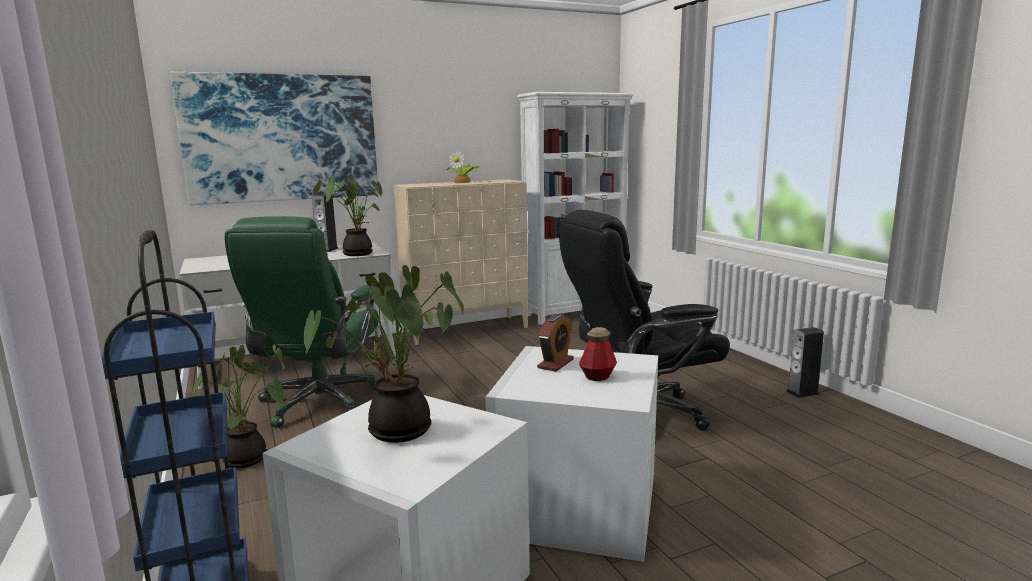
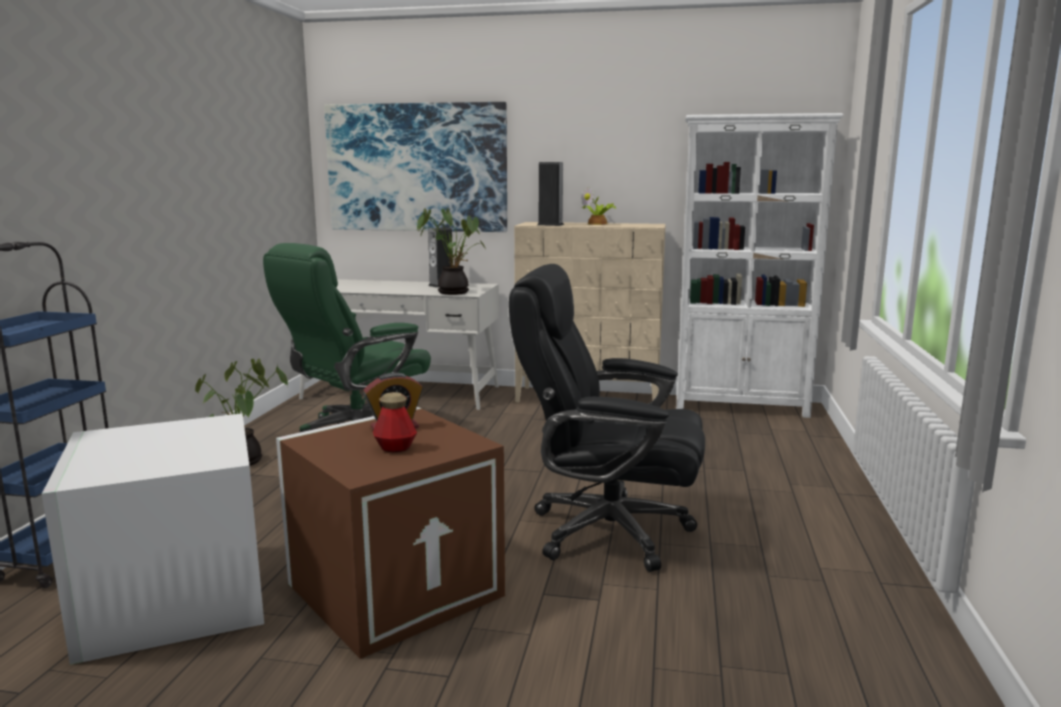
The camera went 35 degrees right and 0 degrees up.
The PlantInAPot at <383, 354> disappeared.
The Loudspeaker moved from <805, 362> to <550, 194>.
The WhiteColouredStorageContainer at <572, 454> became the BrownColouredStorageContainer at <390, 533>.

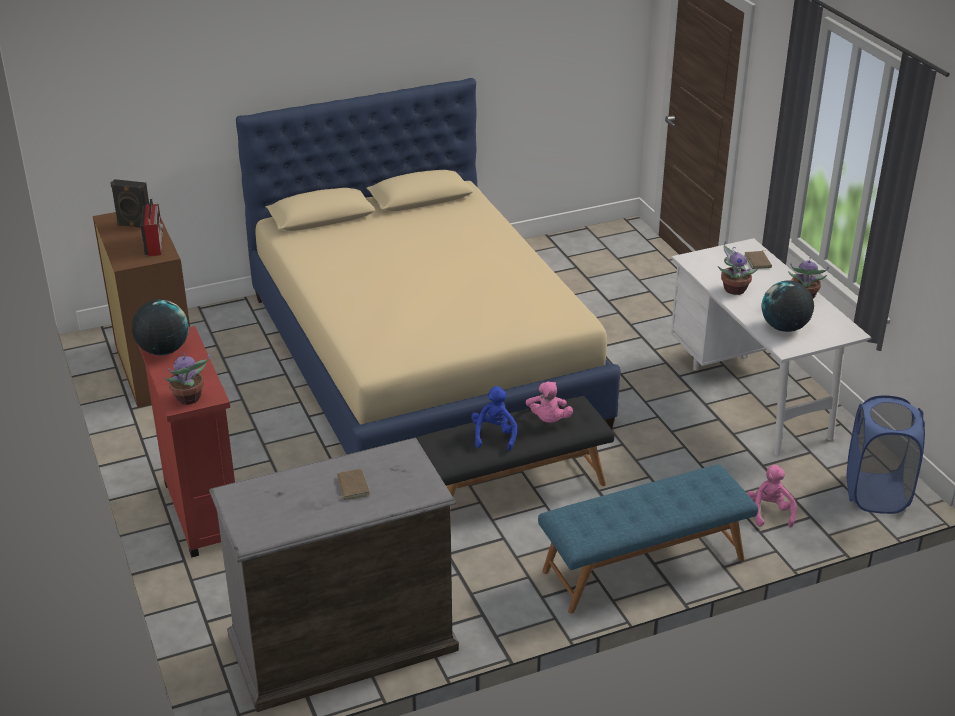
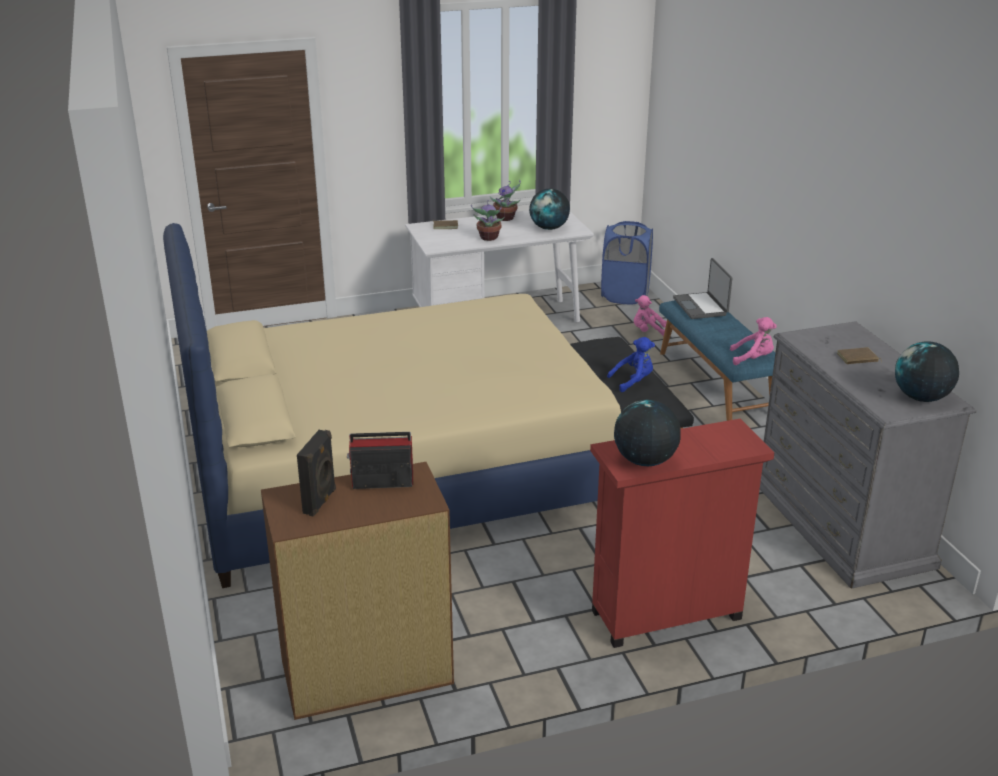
The camera went 85 degrees left and 5 degrees down.
The PlantInAPot at <186, 379> disappeared.
The PinkPlushToy moved from <549, 402> to <753, 341>.
The BluePlushToy at <494, 418> turned 150 degrees clockwise.
The PortableComputer at <702, 288> appeared.
The WorldGlobe at <927, 371> appeared.

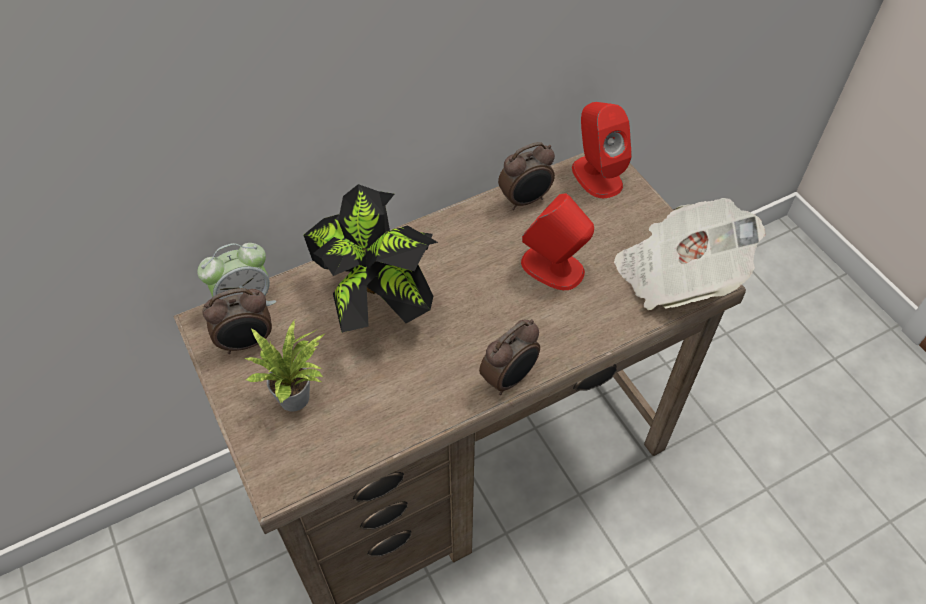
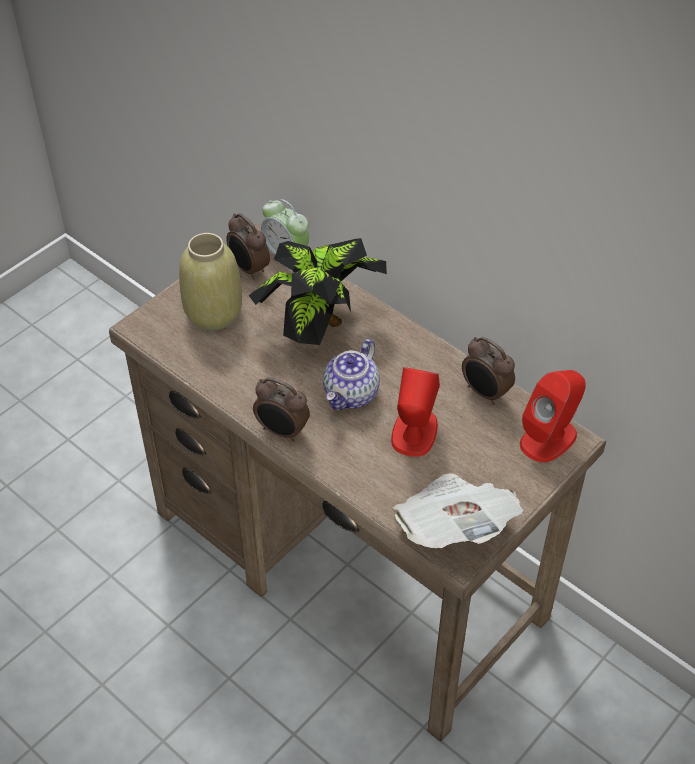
The camera went 70 degrees right and 5 degrees down.
The PlantInAPot at <284, 366> was replaced by the BeigeVase at <210, 281>.
The Teapot at <351, 374> appeared.

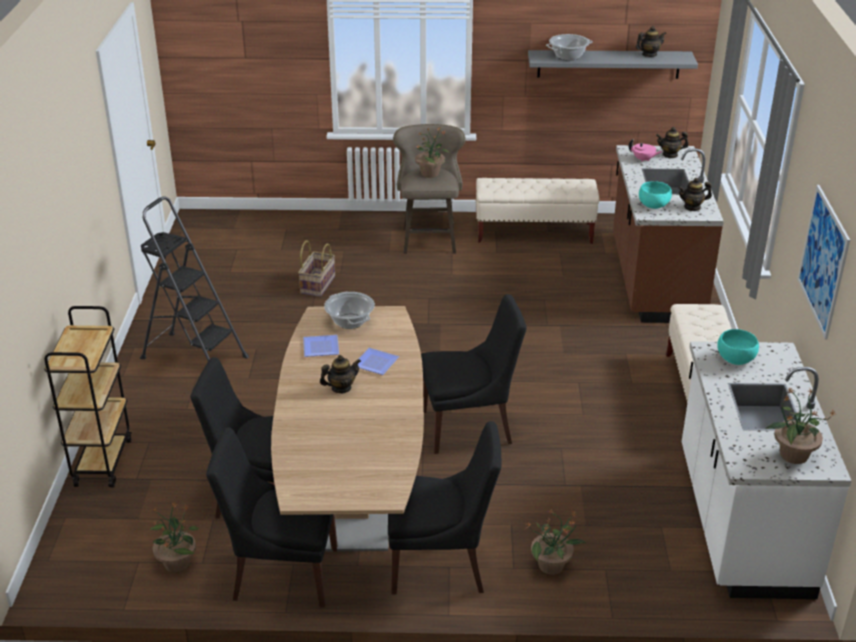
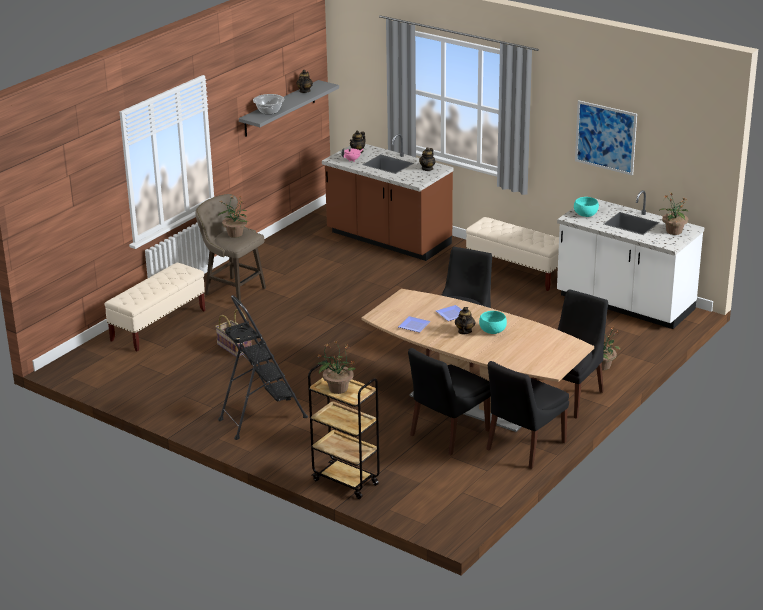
The camera went 55 degrees left and 5 degrees down.
The BeigeIndoorBench moved from <537, 211> to <154, 307>.
The TurquoiseColouredBowl moved from <655, 195> to <493, 322>.
The Stockpot at <349, 310> disappeared.
The PlantInAPot moved from <174, 537> to <336, 367>.

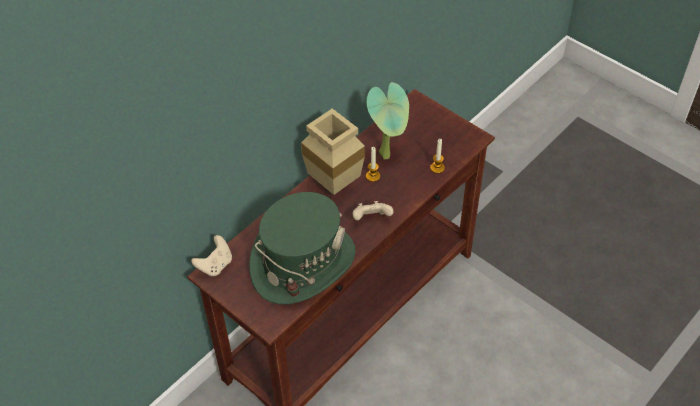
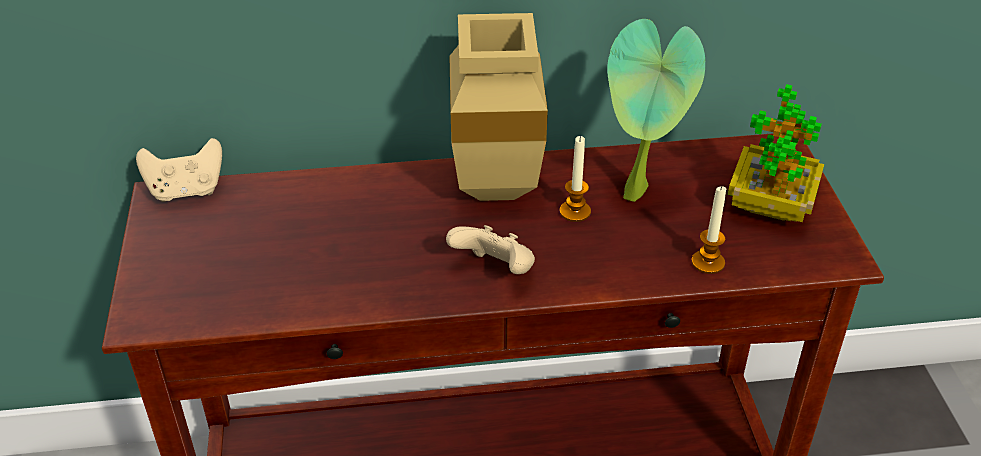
The camera went 40 degrees right and 10 degrees down.
The GreenColouredClothingHat at <302, 248> disappeared.
The PlantInAPot at <776, 153> appeared.

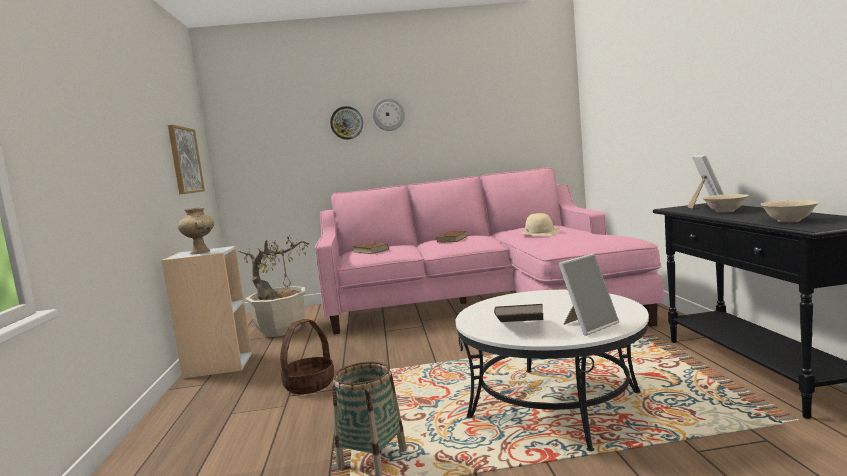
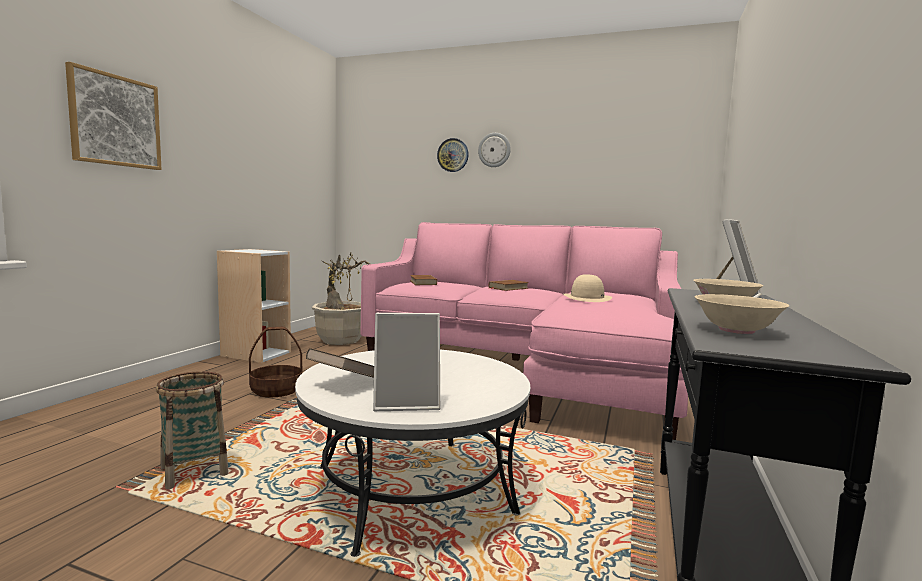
The camera went 25 degrees right and 0 degrees up.
The WallArt moved from <186, 160> to <113, 116>.
The BeigeVase at <196, 231> disappeared.

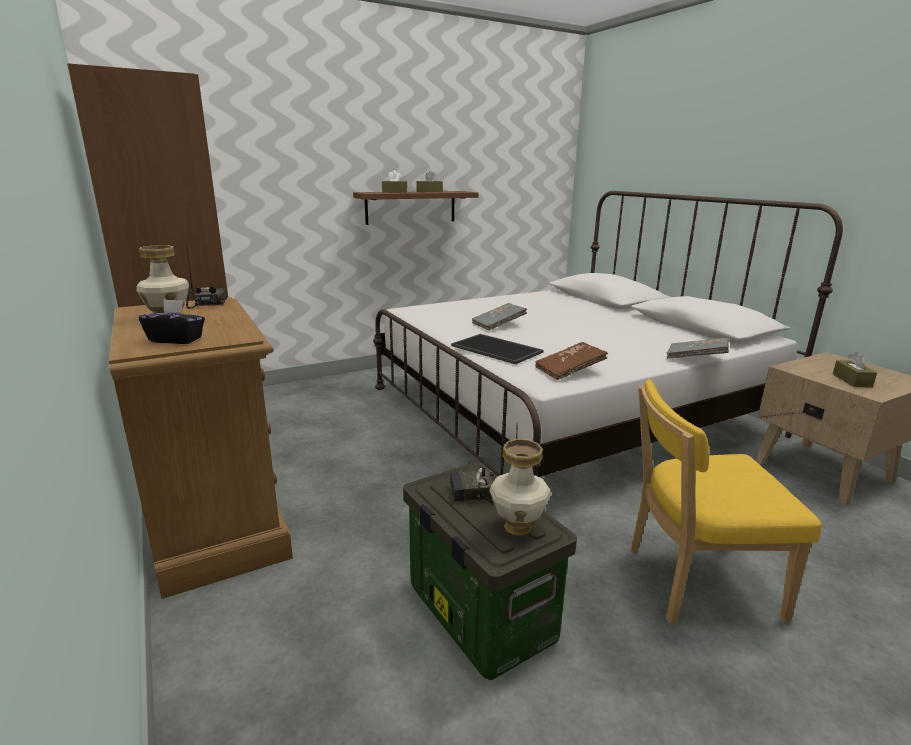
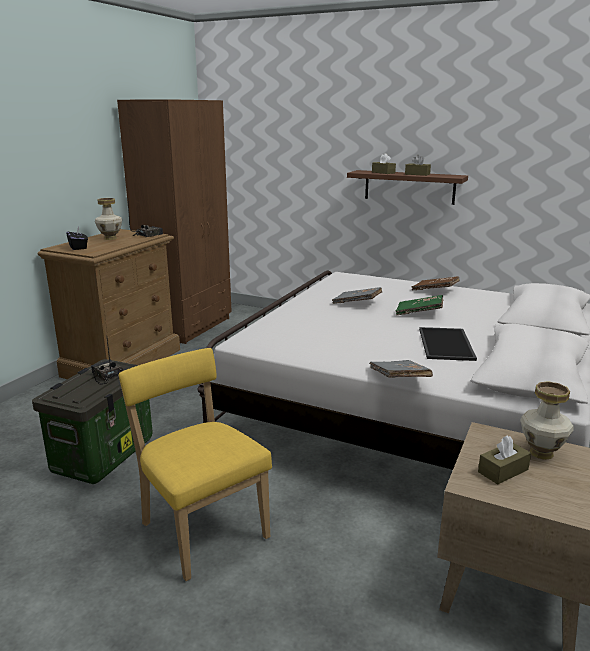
The camera went 55 degrees right and 0 degrees up.
The CarryingTray moved from <497, 349> to <448, 344>.
The BrownColouredBook moved from <571, 361> to <436, 283>.
The Vase moved from <520, 487> to <546, 420>.
The GreenColouredBook at <419, 305> appeared.

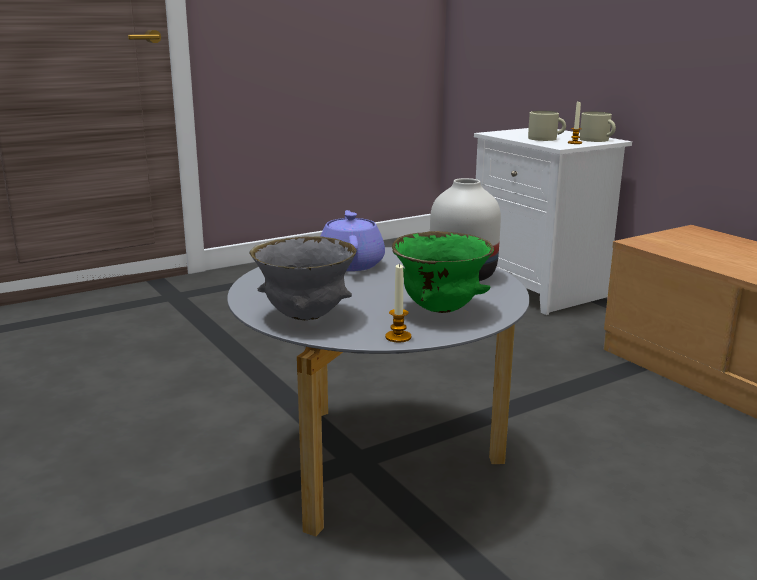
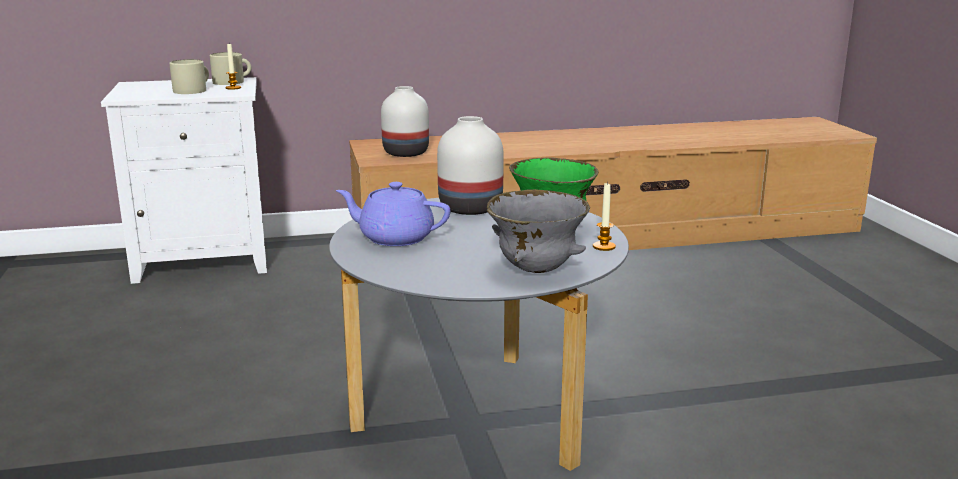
The camera went 70 degrees left and 0 degrees up.
The WhiteColouredVase at <405, 121> appeared.

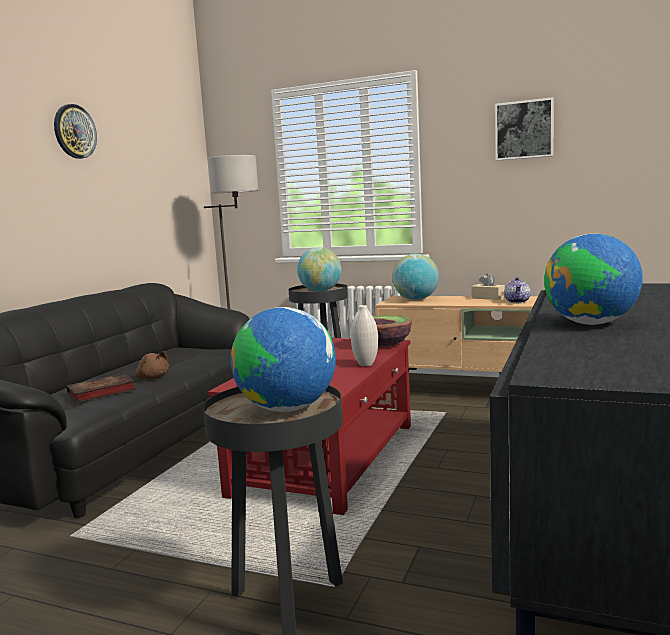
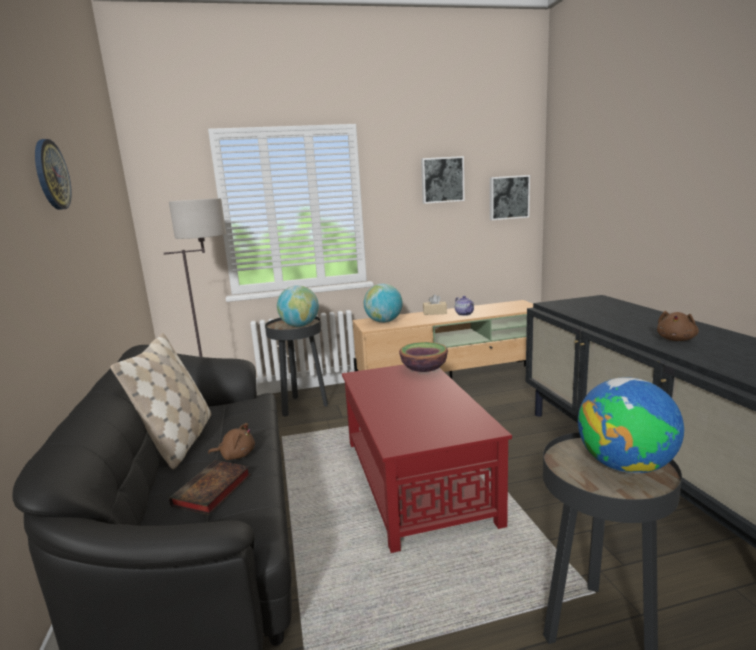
The camera went 35 degrees left and 5 degrees up.
The WorldGlobe at <593, 279> was replaced by the BrownColouredPlushToy at <678, 326>.
The WhiteColouredVase at <364, 335> disappeared.
The WallArt at <510, 197> appeared.
The BeigeThrowPillow at <161, 401> appeared.

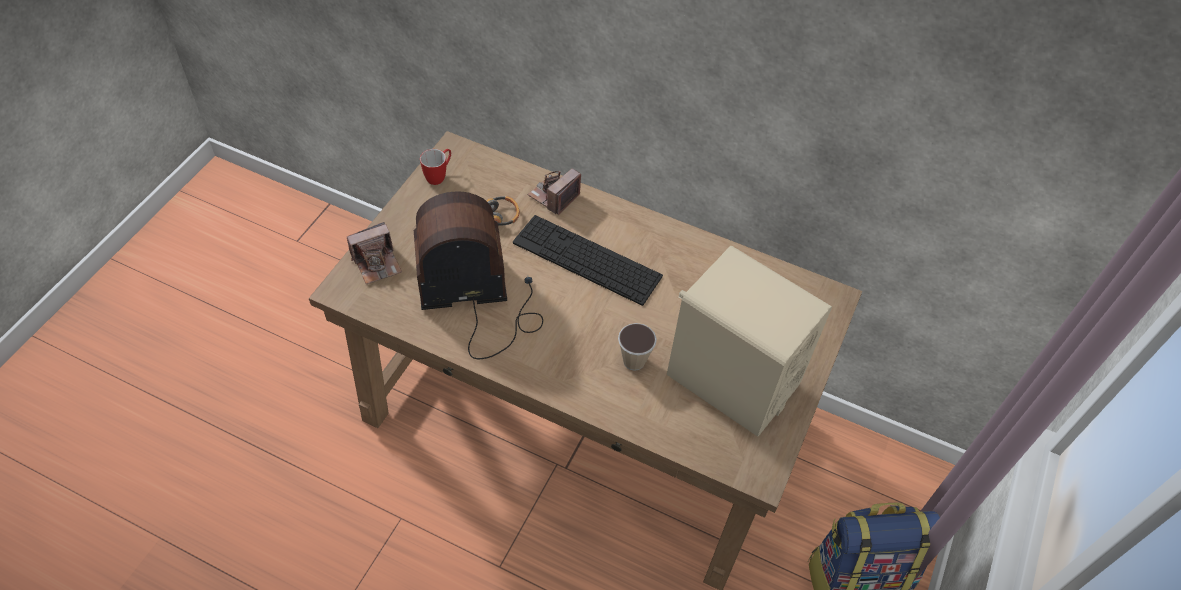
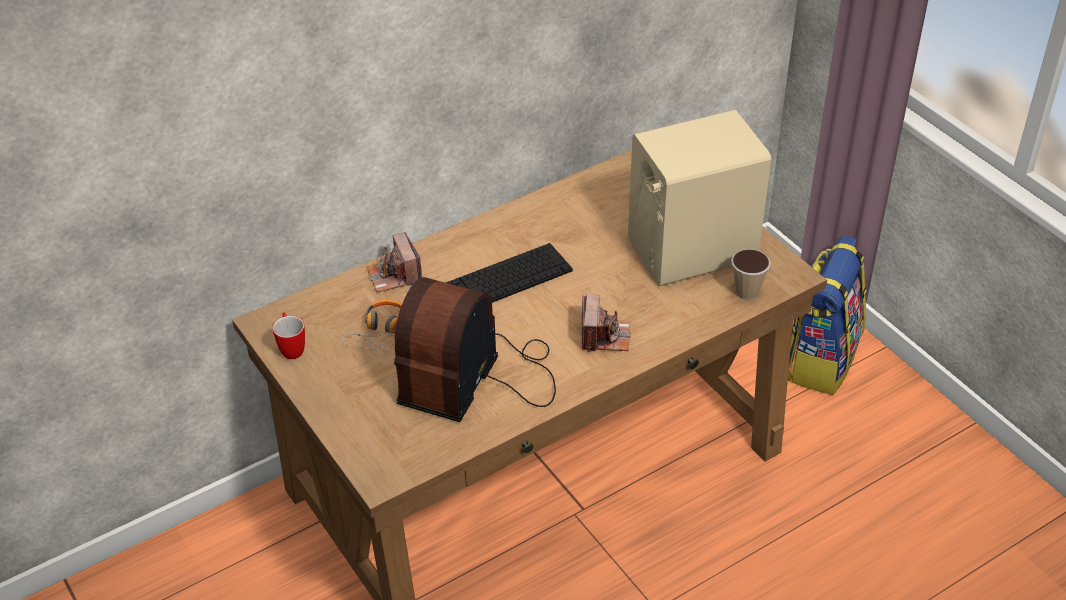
The camera went 55 degrees left and 10 degrees down.
The PhotoCamera moved from <374, 253> to <606, 323>.
The Cup moved from <637, 347> to <751, 274>.

